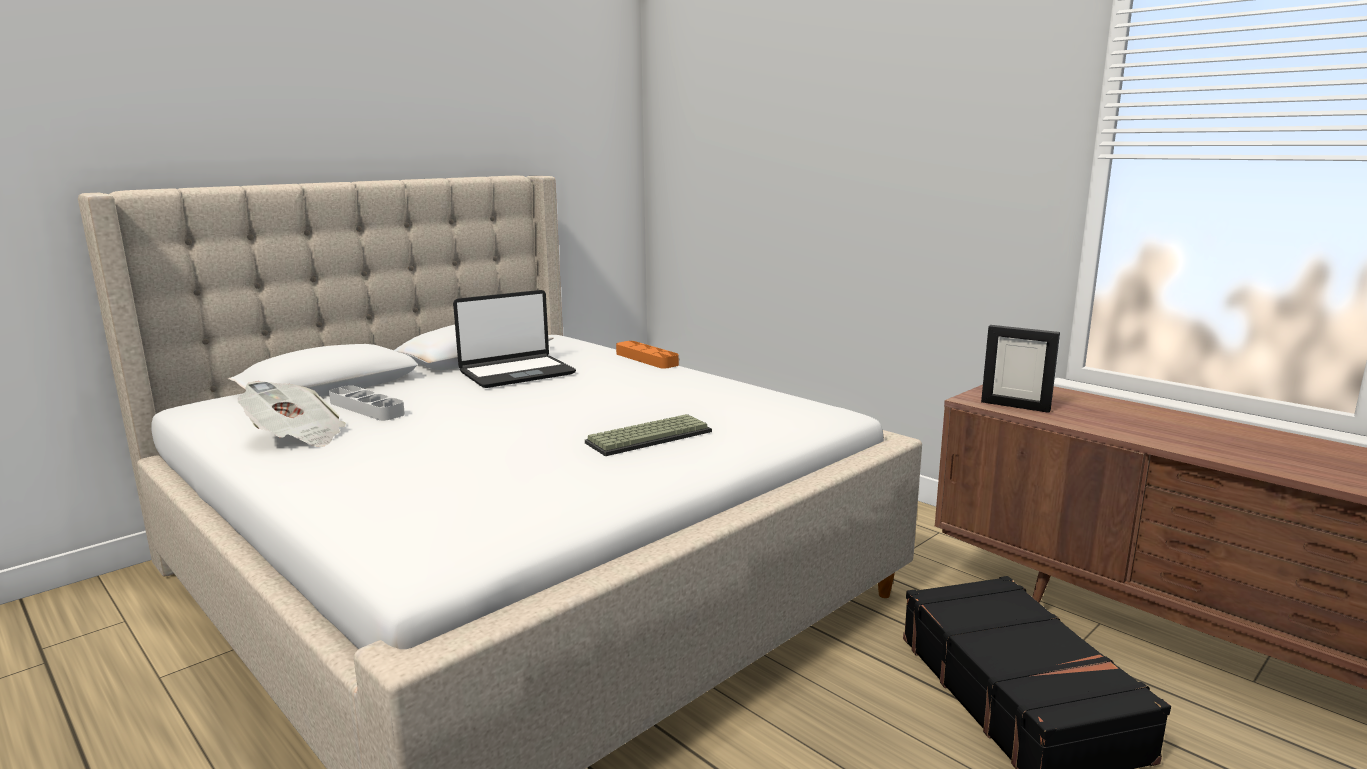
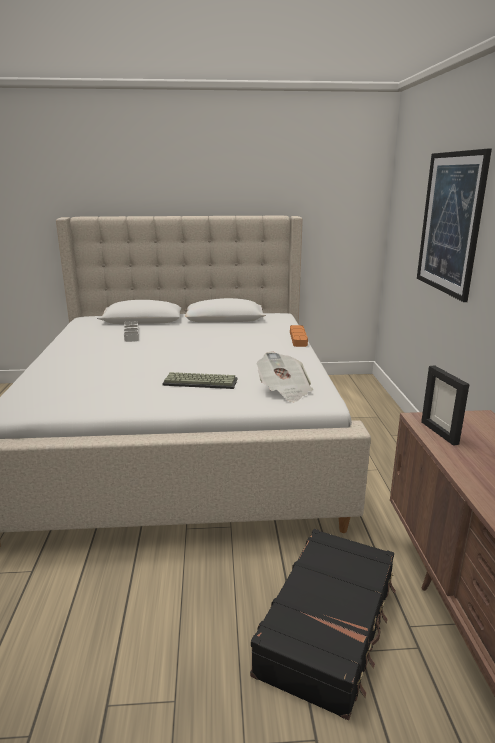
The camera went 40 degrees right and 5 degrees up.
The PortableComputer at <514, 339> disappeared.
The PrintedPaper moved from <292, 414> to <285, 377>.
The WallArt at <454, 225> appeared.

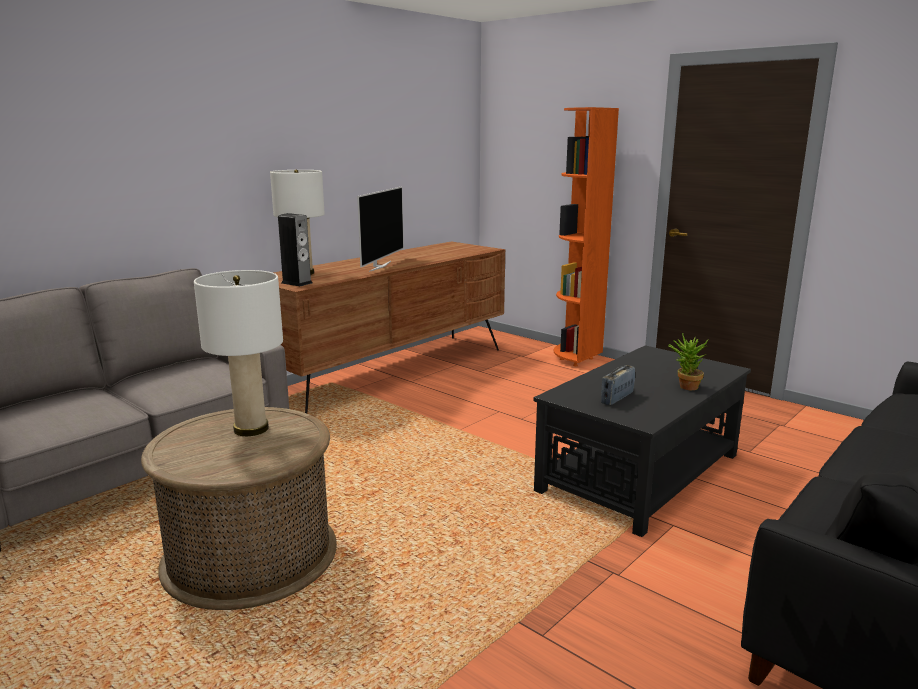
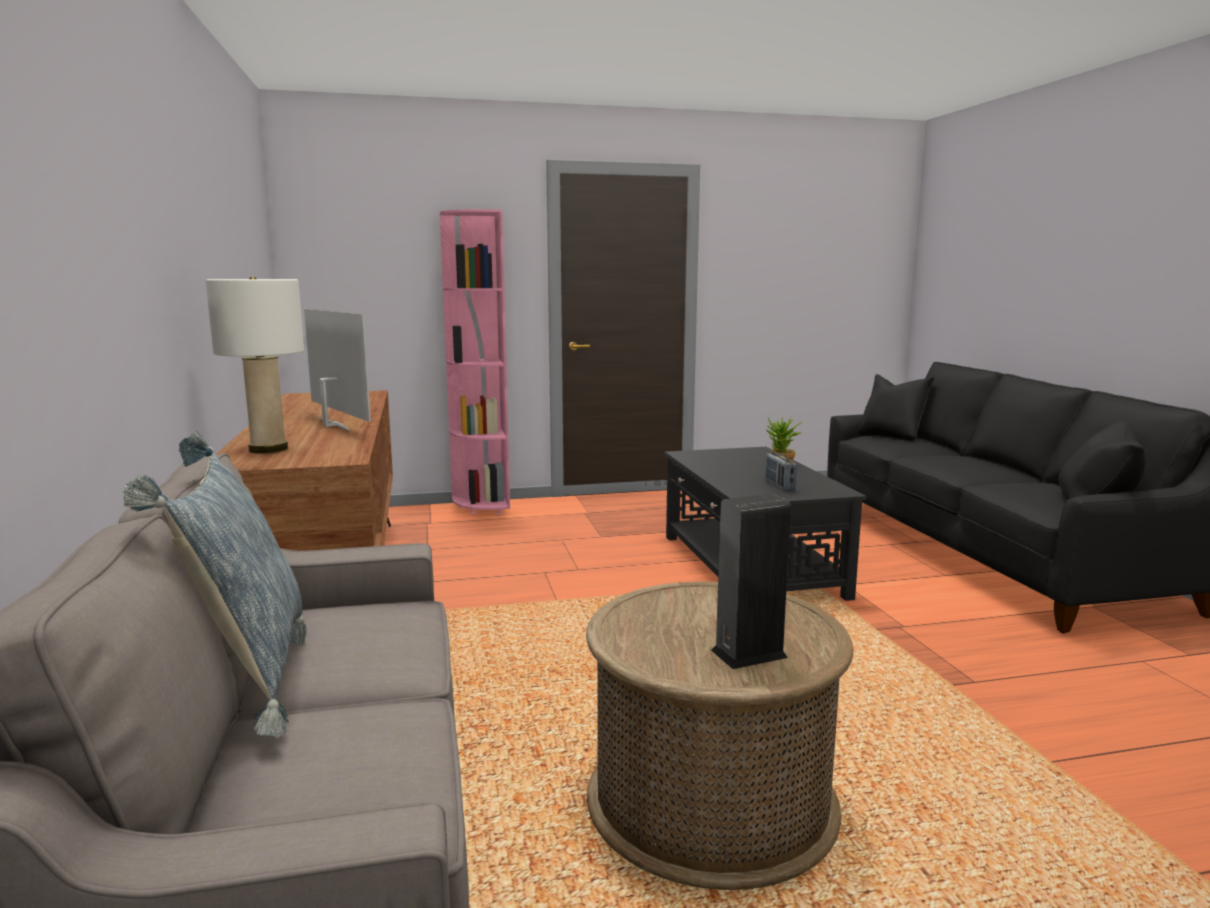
The camera went 55 degrees left and 5 degrees down.
The OrangeBookcase at <586, 236> became the PinkBookcase at <475, 362>.
The Loudspeaker moved from <295, 249> to <751, 581>.
The WhiteColouredLampForATable at <238, 353> disappeared.
The ThrowPillow at <215, 585> appeared.

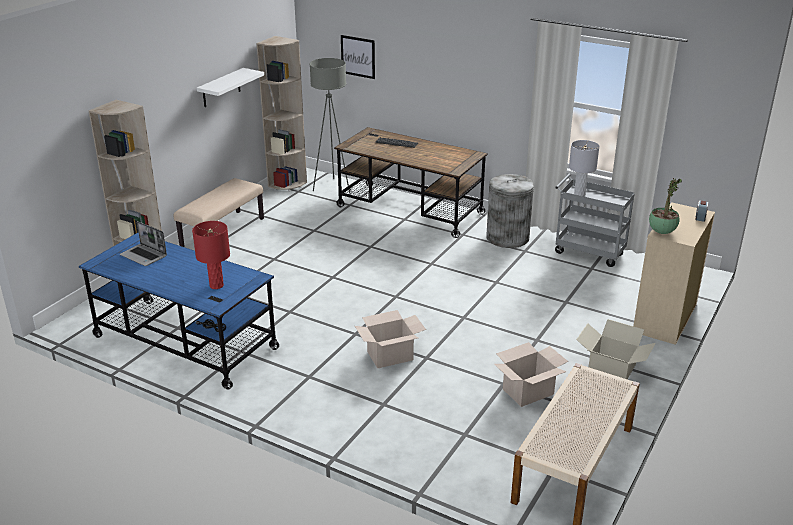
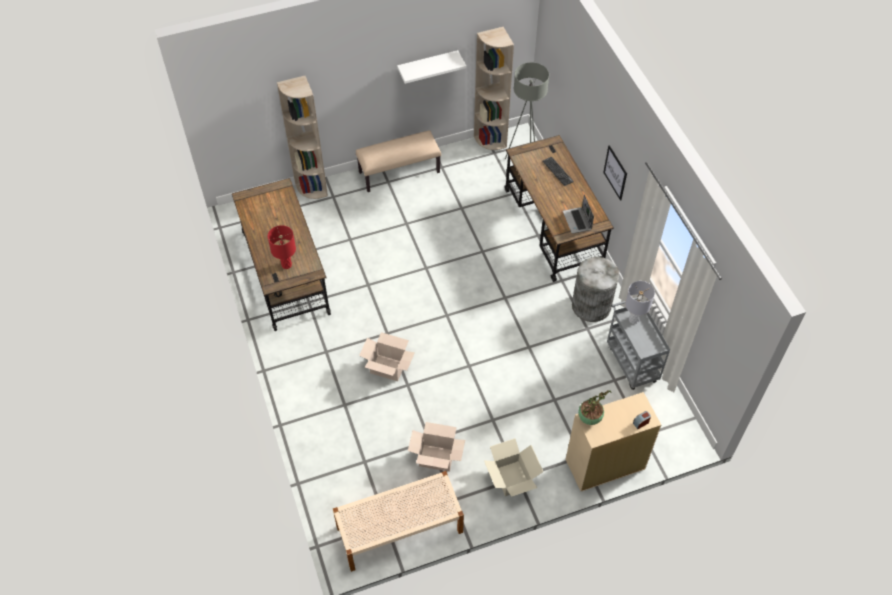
The camera went 40 degrees right and 25 degrees up.
The WallArt moved from <358, 57> to <615, 173>.
The PortableComputer moved from <143, 243> to <578, 214>.
The BlueDeskUnit at <179, 311> became the BrownColouredDeskUnit at <281, 254>.

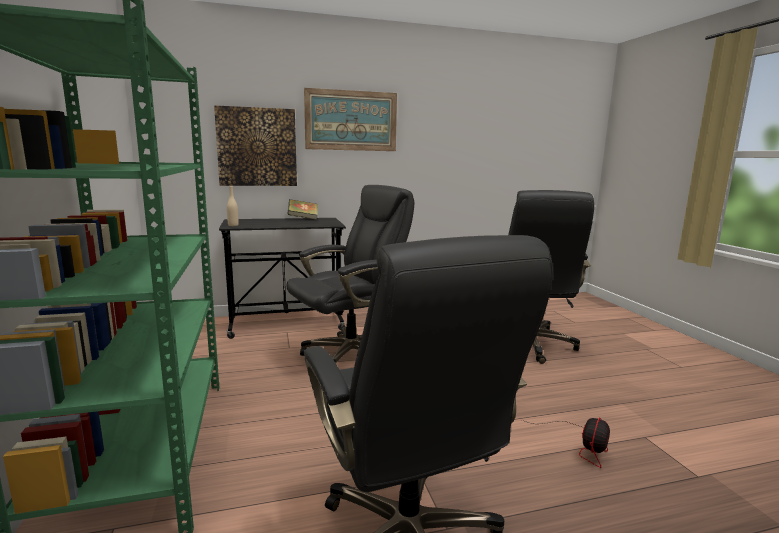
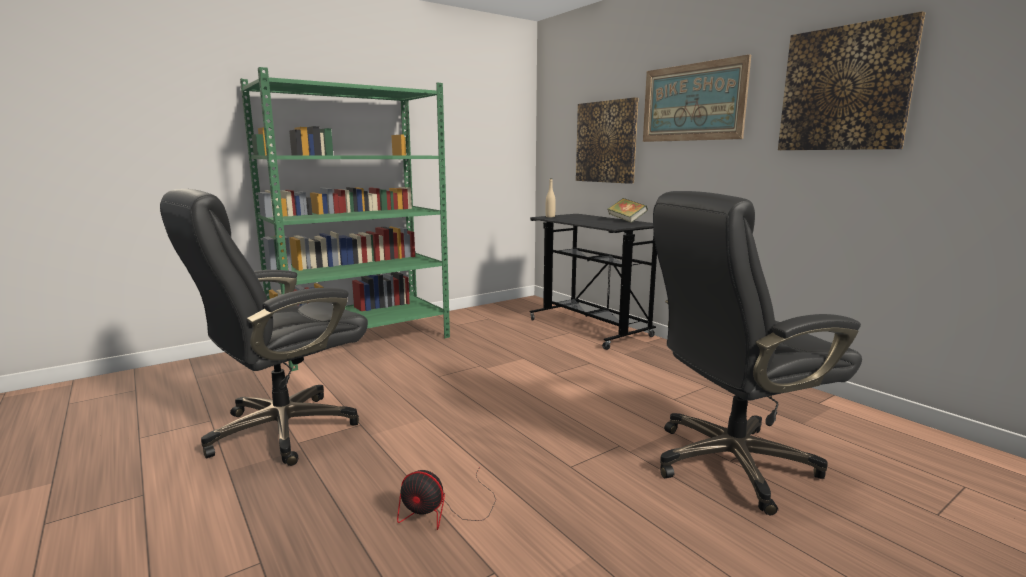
The camera went 70 degrees right and 0 degrees up.
The BlackishOfficeChair at <350, 274> disappeared.
The WallArt at <851, 80> appeared.

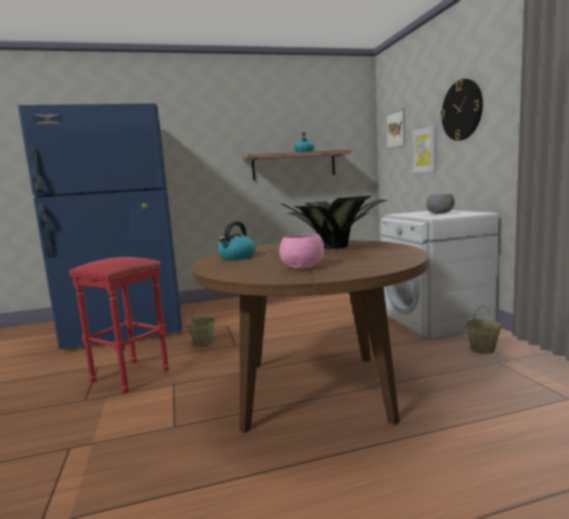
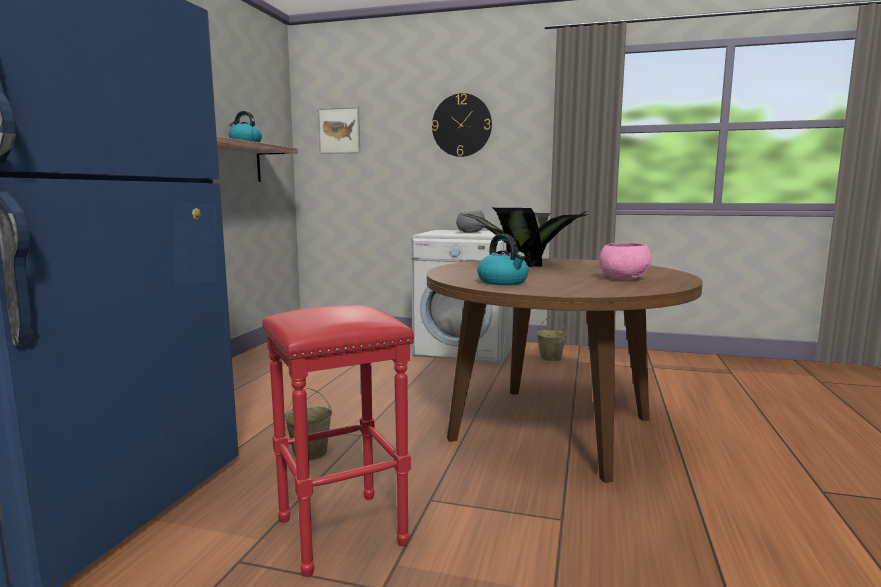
The camera went 60 degrees left and 0 degrees up.
The WallArt at <424, 149> disappeared.

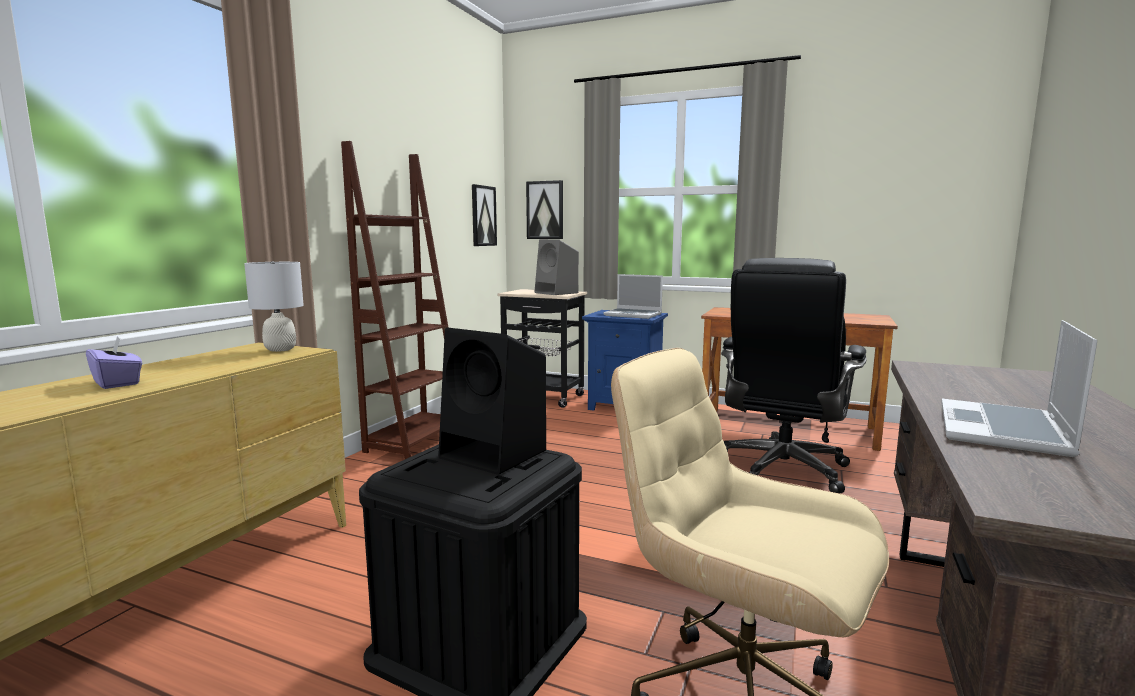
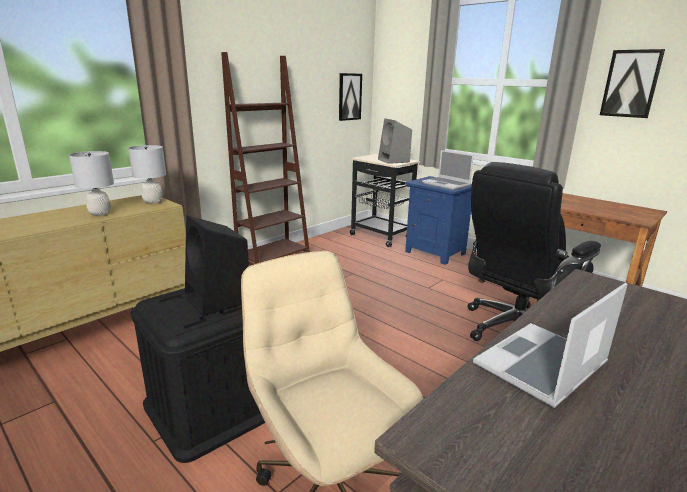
The camera went 20 degrees right and 10 degrees up.
The WallArt moved from <544, 209> to <632, 83>.
The PurplishTissueBox at <114, 363> disappeared.
The GrayLampForATable at <91, 183> appeared.

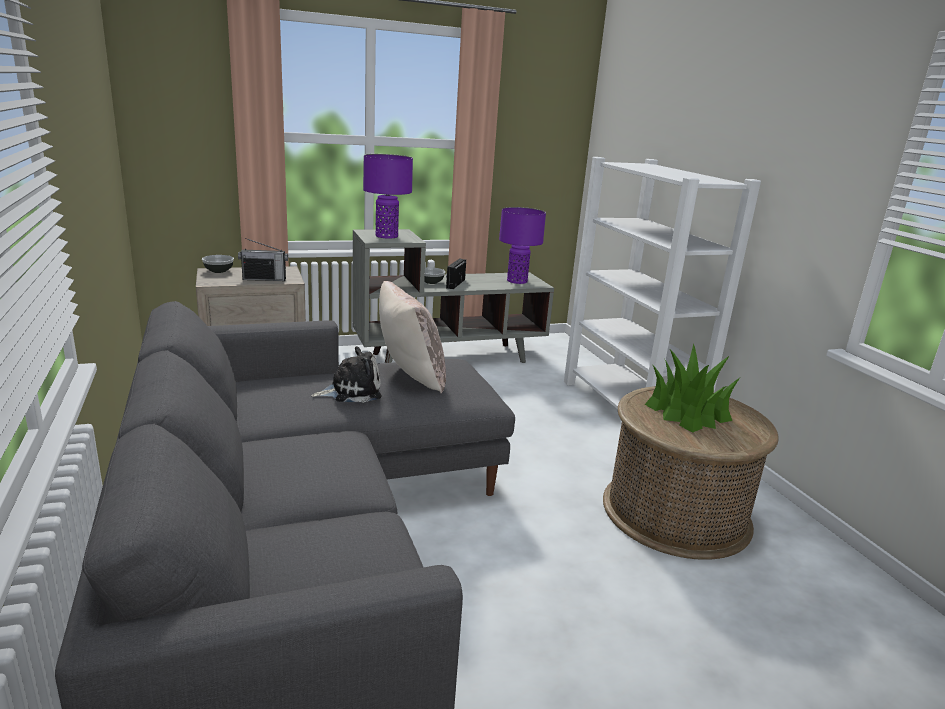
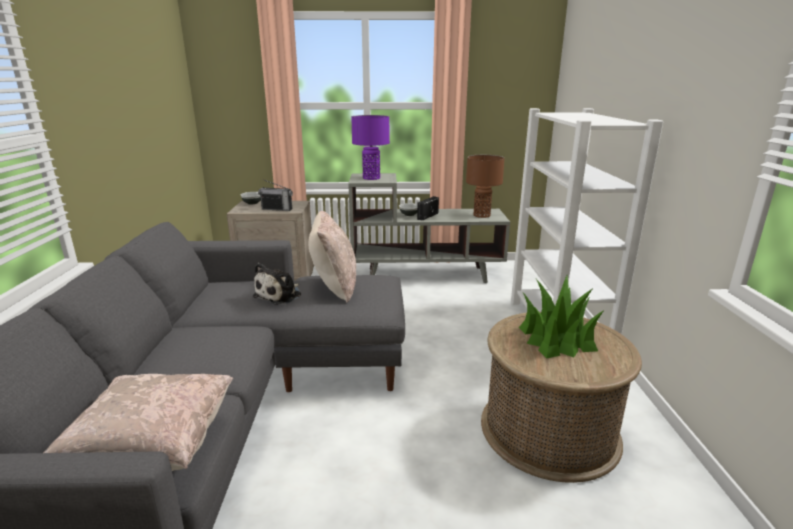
The camera went 20 degrees right and 0 degrees up.
The PurplishLampForATable at <522, 245> became the BrownColouredLampForATable at <485, 186>.
The PlushToy at <346, 374> turned 120 degrees clockwise.
The BeigeThrowPillow at <138, 422> appeared.

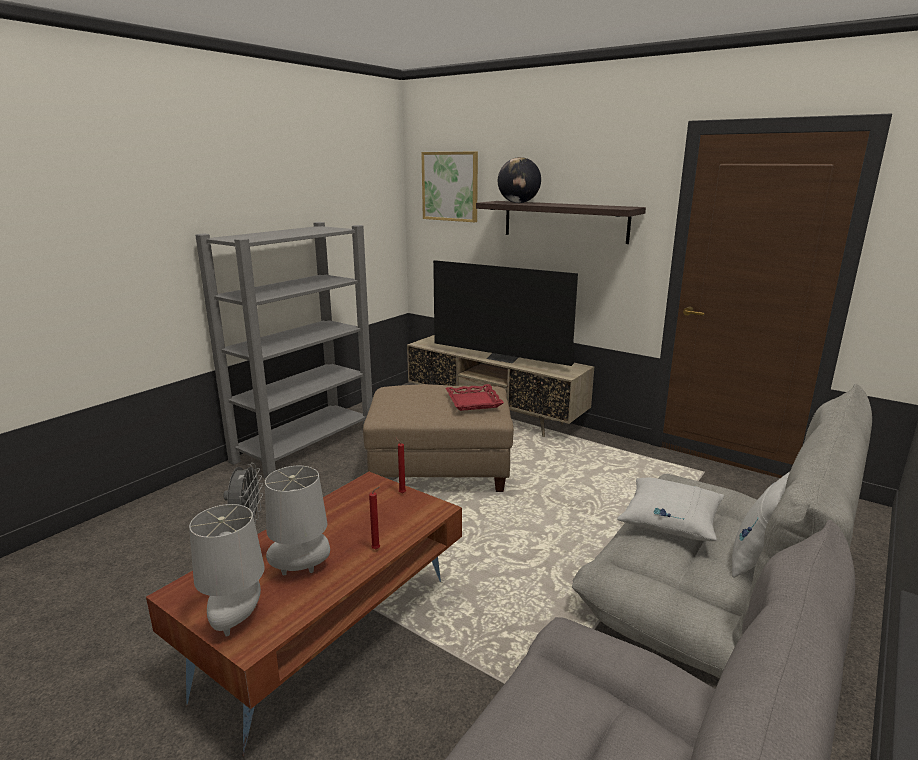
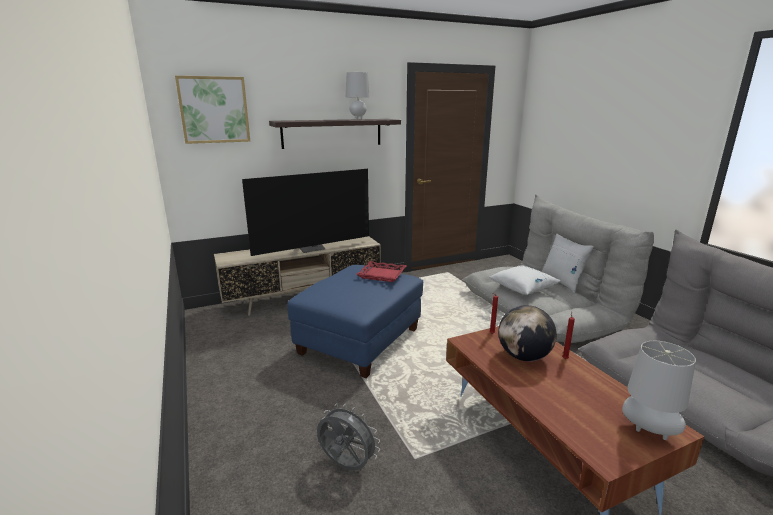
The camera went 60 degrees left and 0 degrees up.
The WorldGlobe moved from <519, 180> to <527, 333>.
The GrayBookcase at <284, 350> disappeared.
The BeigeFootrest at <438, 438> became the BlueFootrest at <355, 321>.
The GrayLampForATable moved from <297, 521> to <358, 96>.

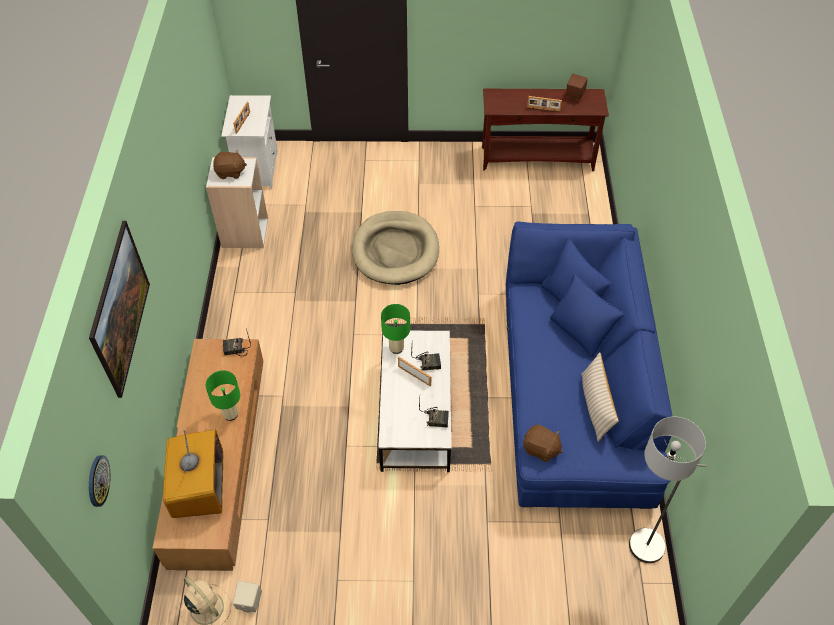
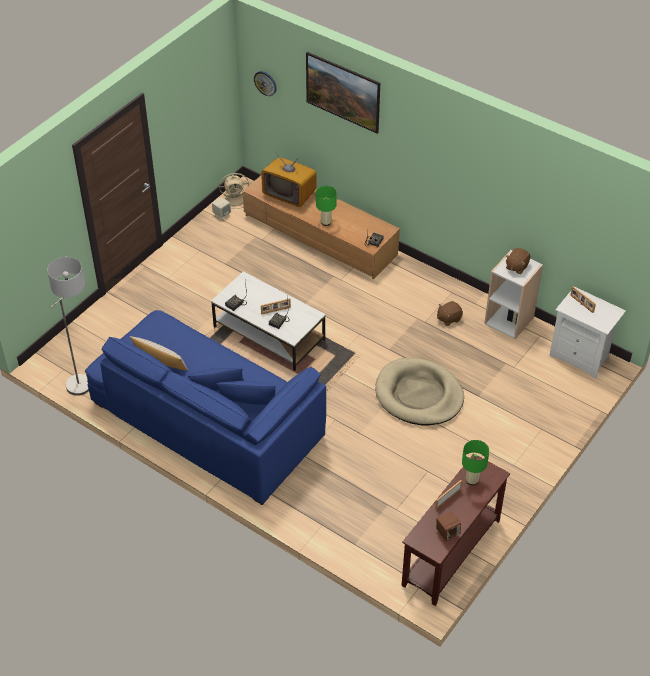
The camera went 125 degrees right and 5 degrees down.
The GreenColouredLampForATable moved from <395, 329> to <475, 462>.
The BrownColouredPlushToy moved from <542, 443> to <450, 313>.

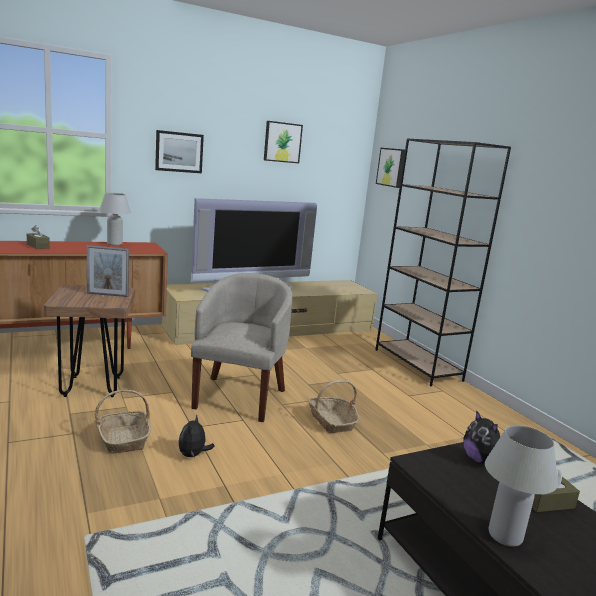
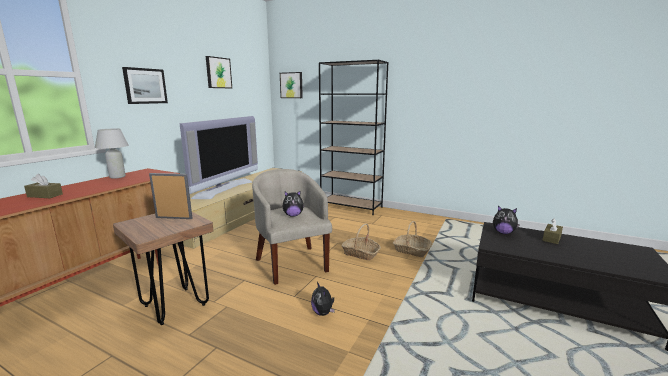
The camera went 35 degrees left and 0 degrees up.
The StandingFrame at <108, 271> turned 135 degrees counterclockwise.
The StorageBasket moved from <123, 422> to <412, 239>.
The WhiteColouredLampForATable at <521, 486> disappeared.
The PlushToy at <294, 203> appeared.

